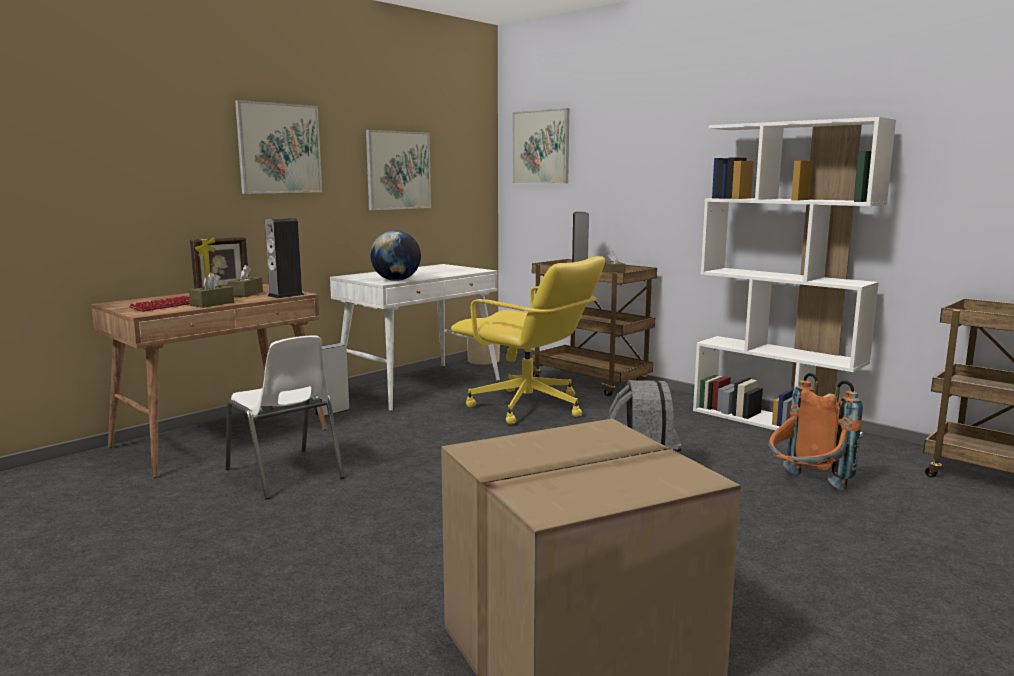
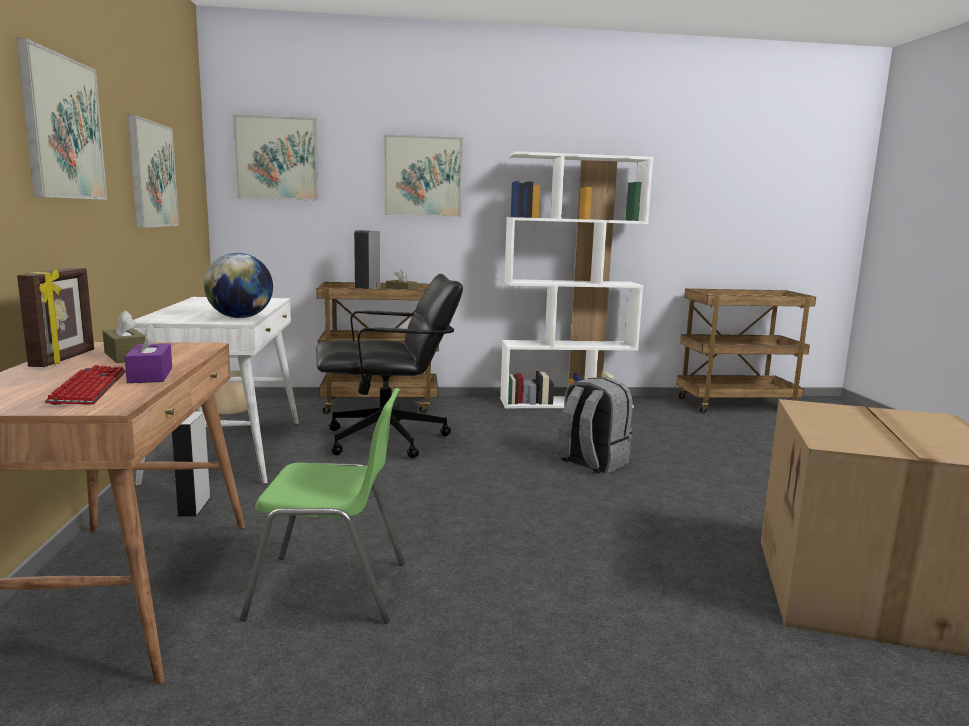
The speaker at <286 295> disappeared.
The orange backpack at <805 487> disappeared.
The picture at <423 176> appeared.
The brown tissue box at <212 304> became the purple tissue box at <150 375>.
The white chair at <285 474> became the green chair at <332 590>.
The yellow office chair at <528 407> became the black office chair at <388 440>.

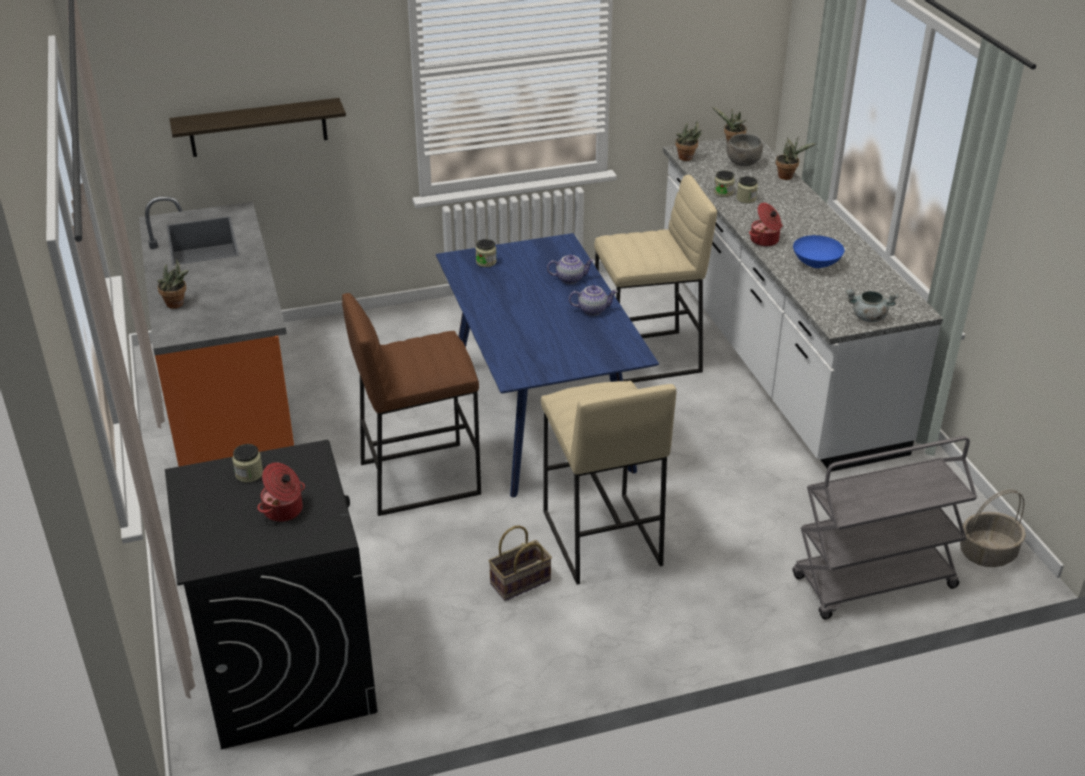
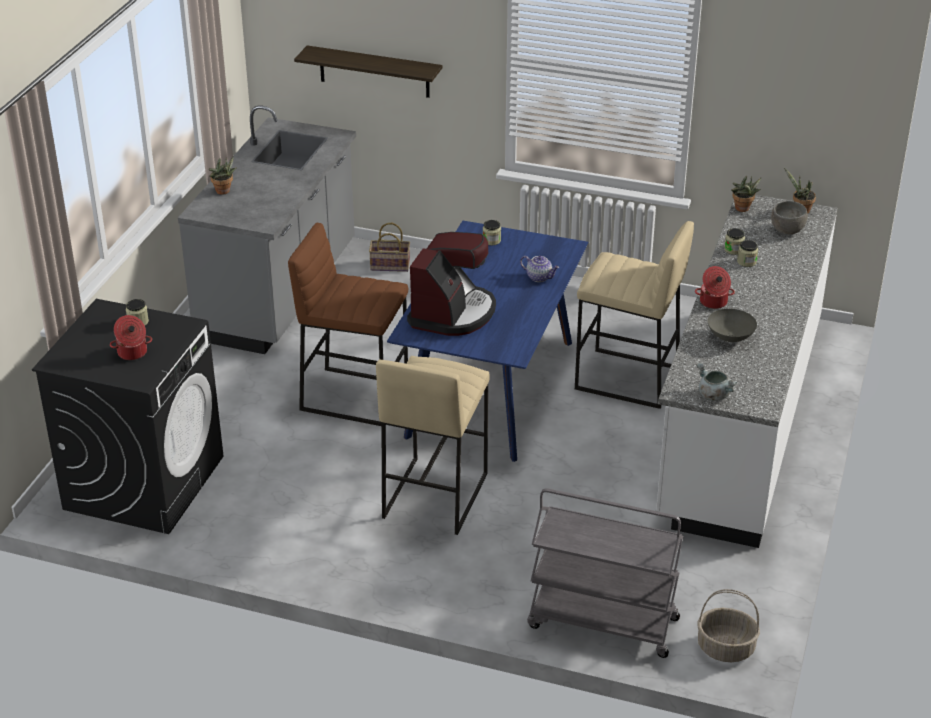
The teapot at <593 310> disappeared.
The potted plant at <787 176> disappeared.
The coffee machine at <452 313> appeared.
The basket moved from <519 583> to <389 266>.
The orange counter at <232 408> became the grey counter at <280 293>.
The blue bowl at <816 264> became the grey bowl at <730 338>.

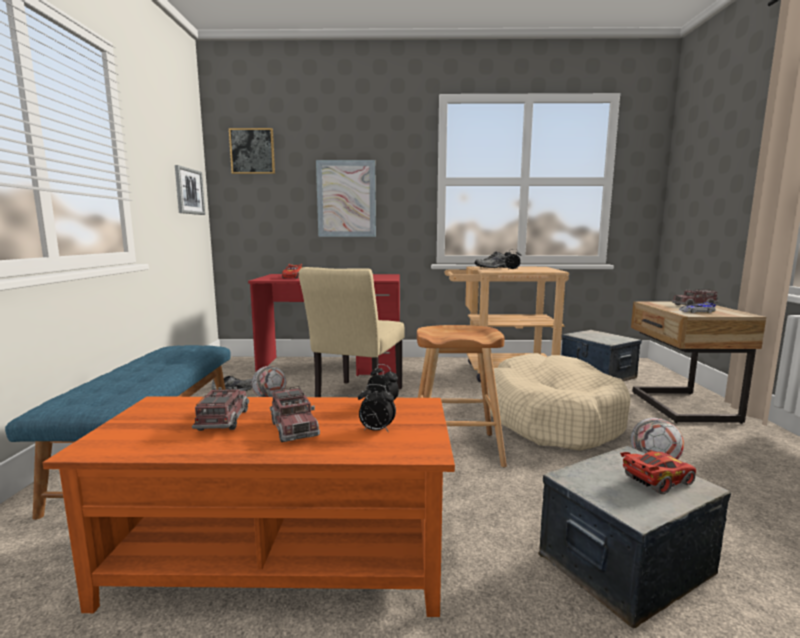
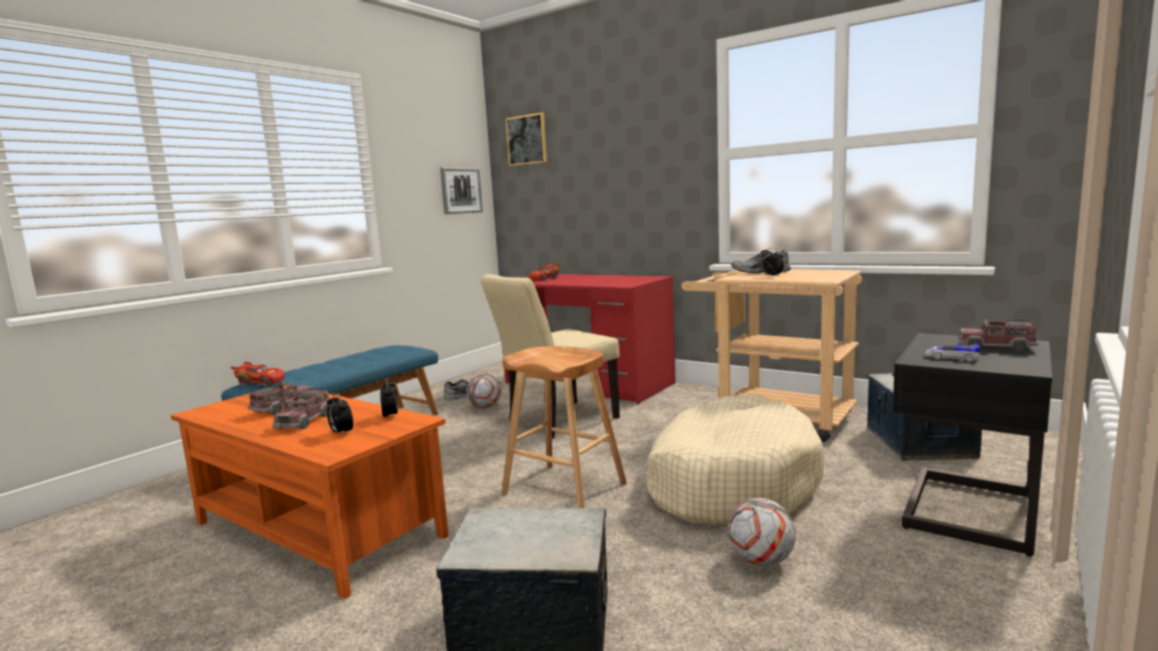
The picture at <346 199> disappeared.
The red toy car moved from <657 481> to <260 383>.
The beige nightstand at <680 407> became the black nightstand at <963 512>.

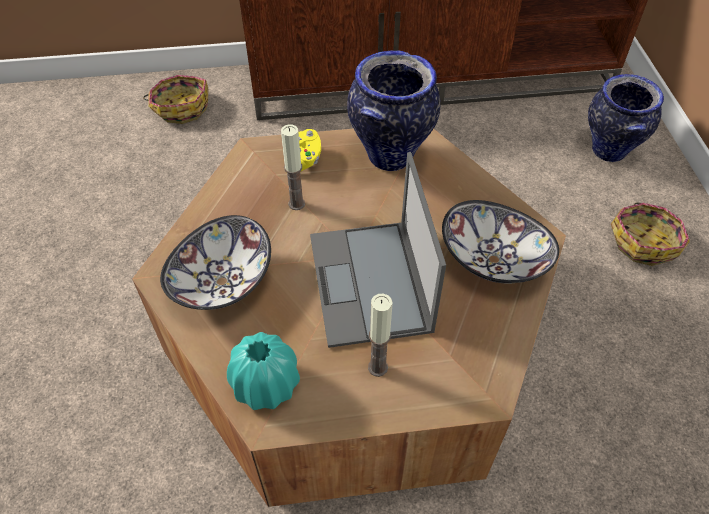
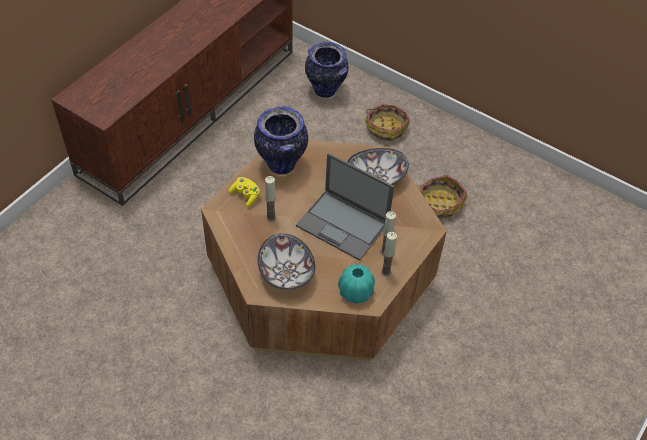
The candle at <386 272> appeared.
The basket moved from <181 107> to <439 203>.

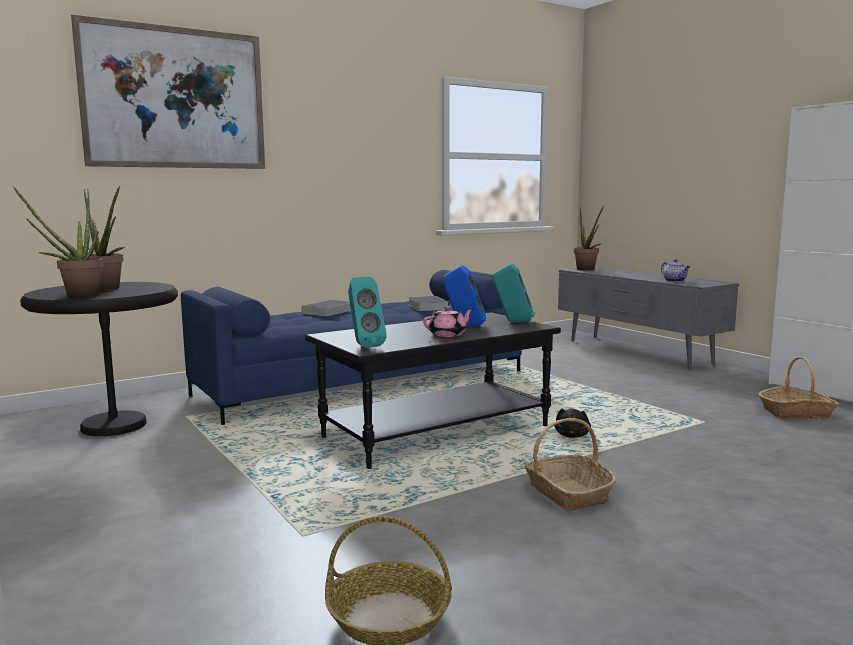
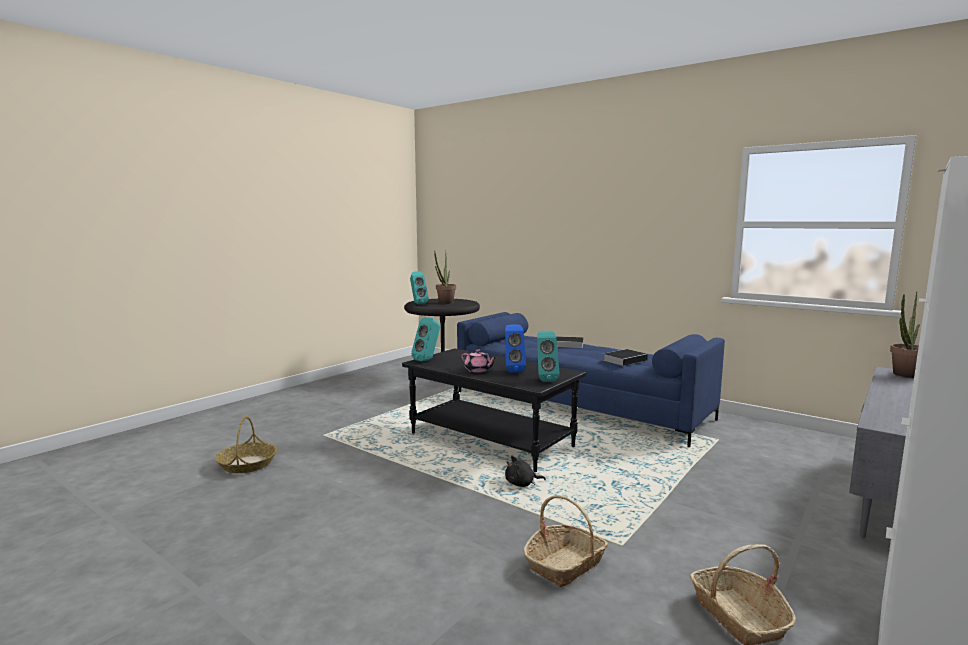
The picture at <175 98> disappeared.
The teapot at <675 281> disappeared.
The basket moved from <567 493> to <565 564>.
The potted plant at <75 296> was replaced by the turquoise speaker at <417 304>.

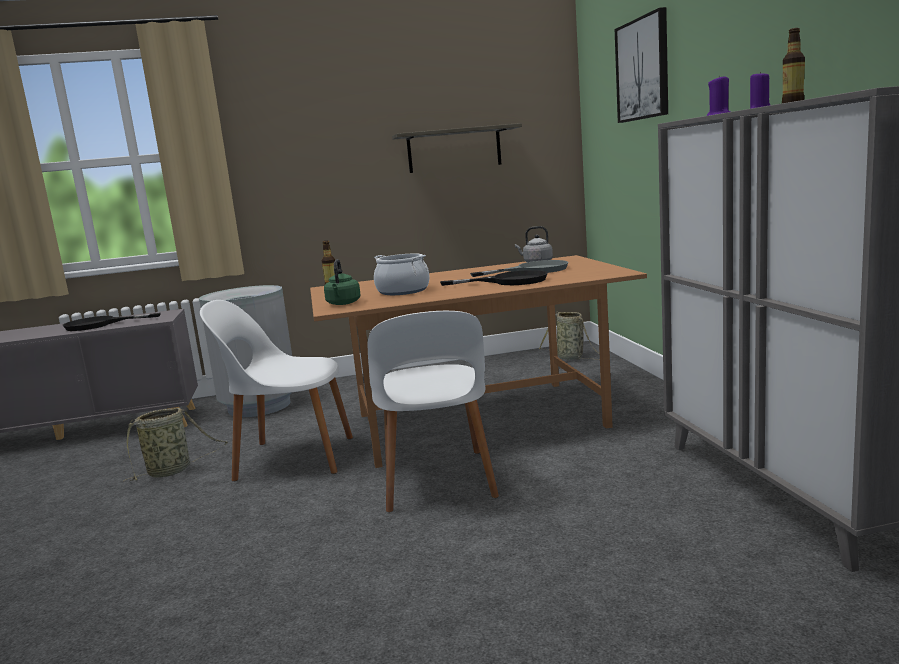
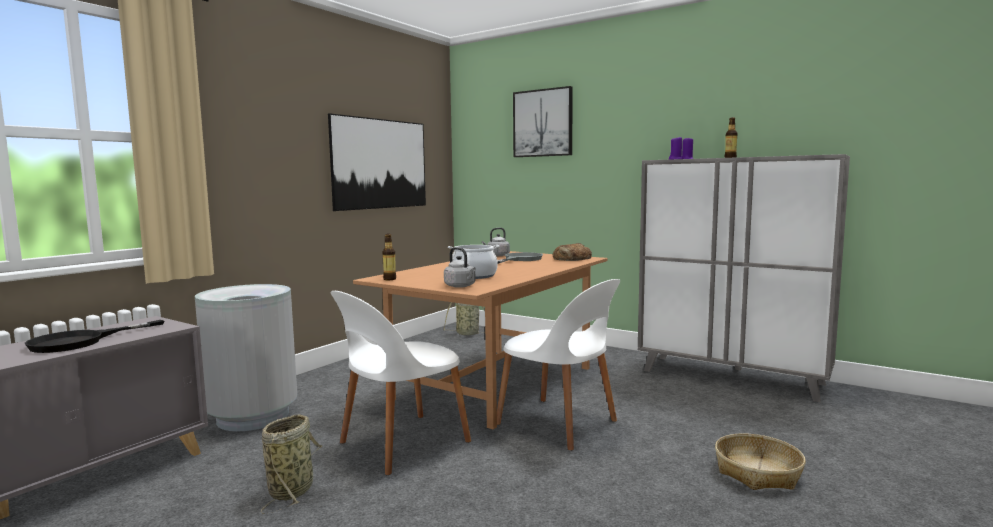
The black frying pan at <509 281> disappeared.
The bread at <571 258> appeared.
The basket at <757 472> appeared.
The shelf at <454 149> was replaced by the picture at <380 164>.
The green kettle at <343 303> became the grey kettle at <461 286>.

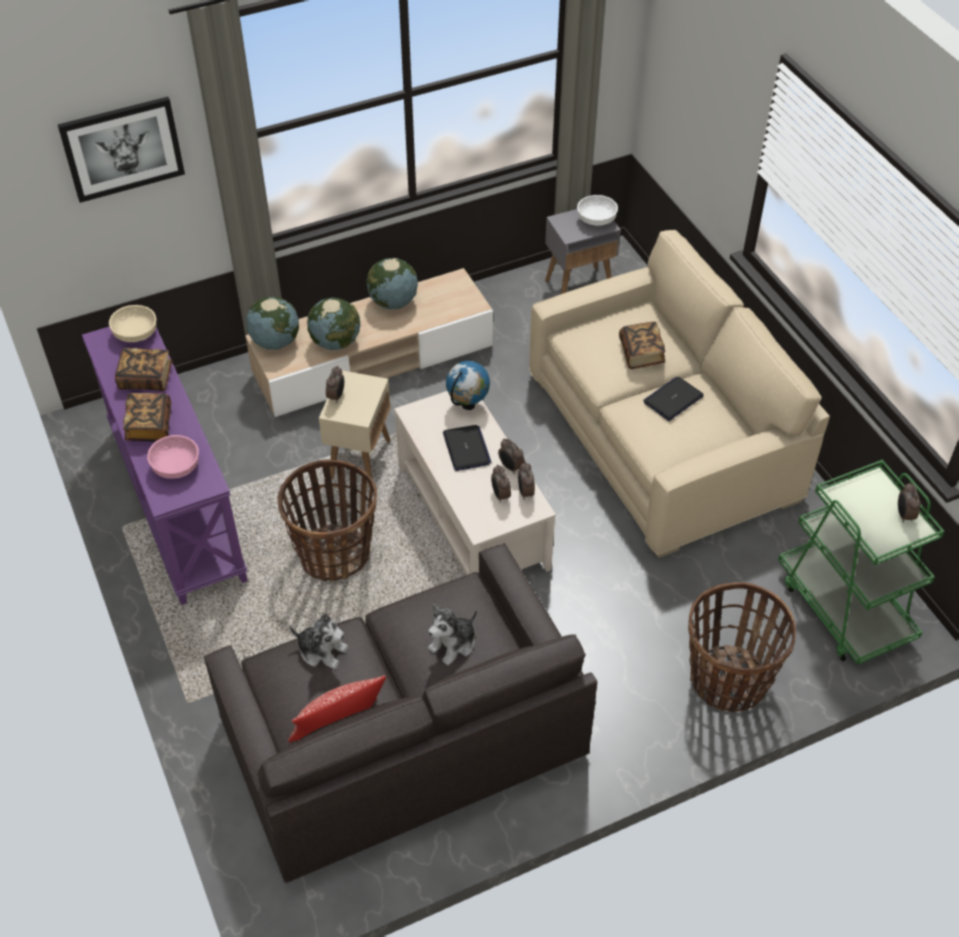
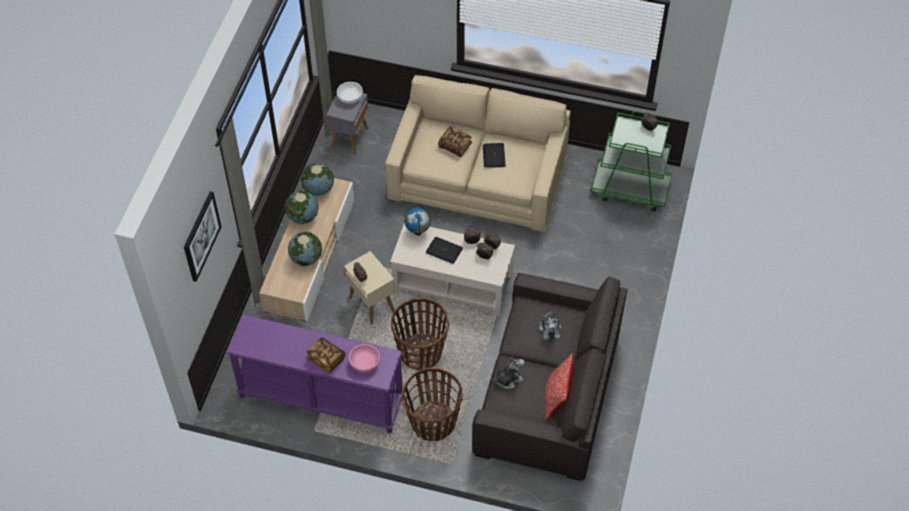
The beige bowl at <135 334> disappeared.
The book at <146 378> disappeared.
The globe moved from <275 342> to <318 189>.
The basket moved from <728 681> to <433 422>.

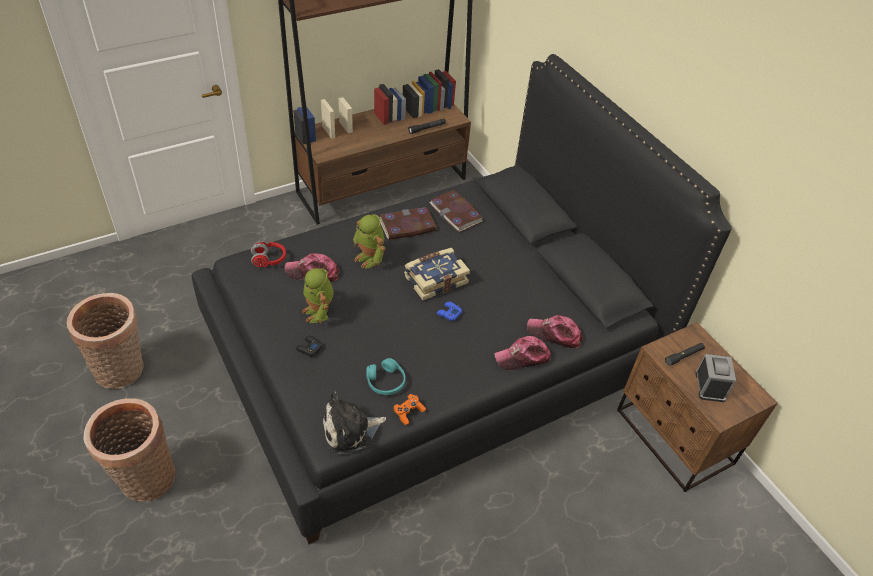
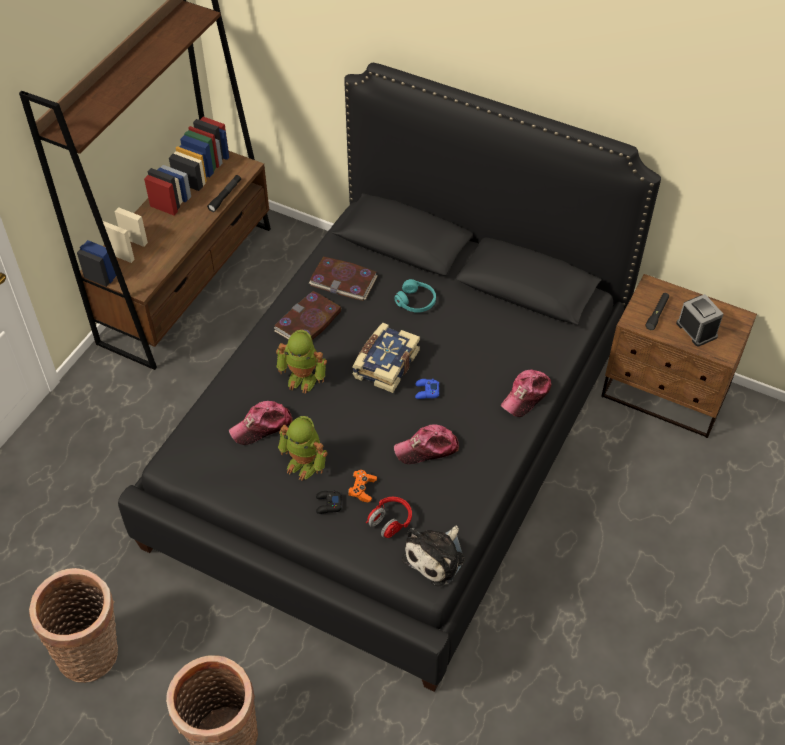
The red headphones moved from <268 260> to <390 522>.
The turquoise headphones moved from <386 381> to <416 301>.
The orange game controller moved from <408 412> to <362 489>.
The cap moved from <554 334> to <427 449>.

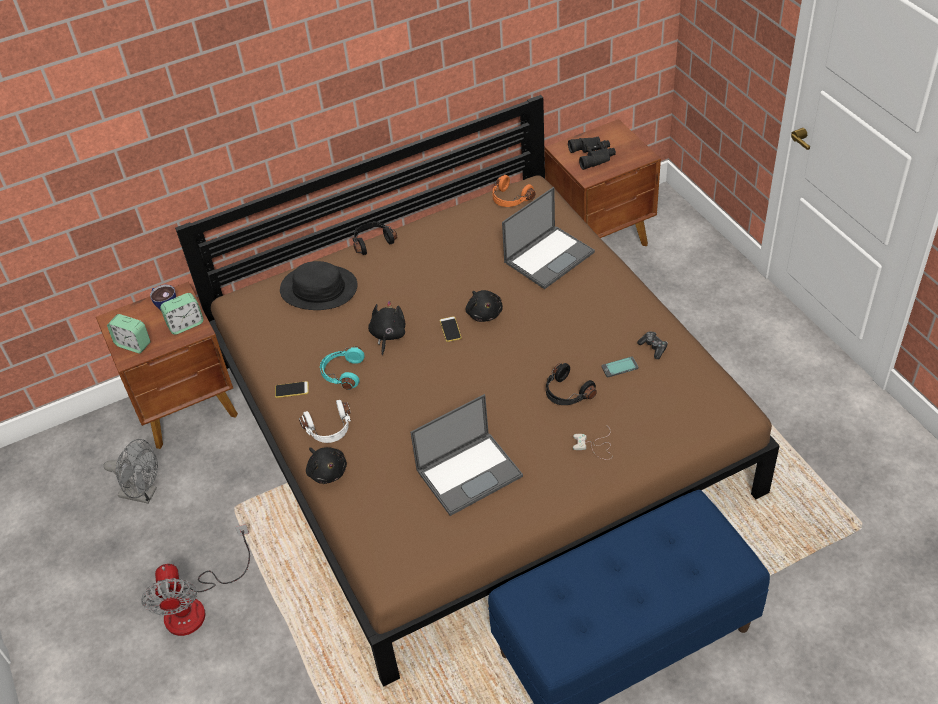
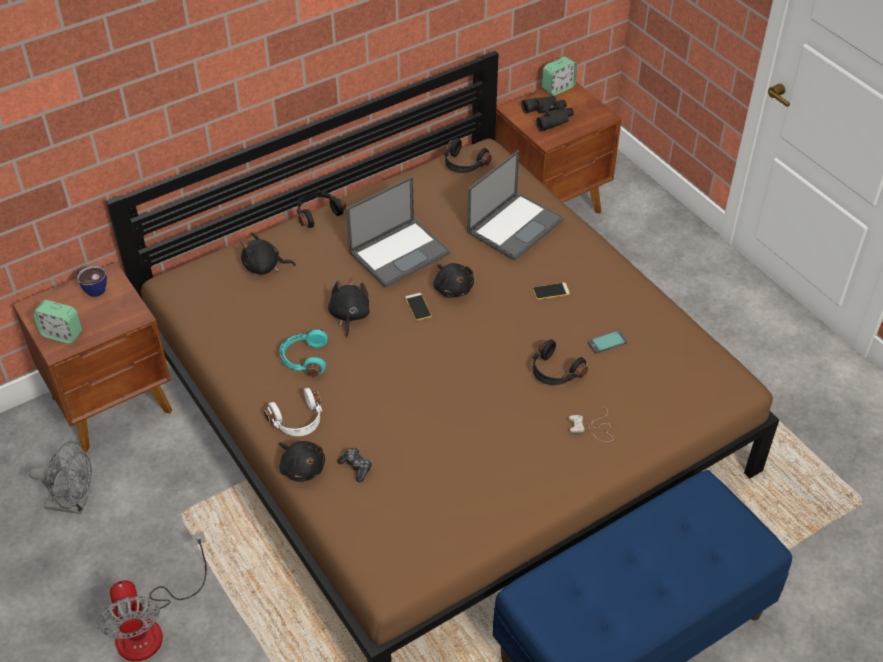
The alarm clock moved from <185 324> to <558 88>.
The phone moved from <291 390> to <551 291>.
The laptop moved from <470 472> to <400 252>.
The game controller moved from <653 347> to <356 467>.
The black hat at <319 289> was replaced by the black plush toy at <264 267>.
The orange headphones at <510 199> became the black headphones at <463 165>.

